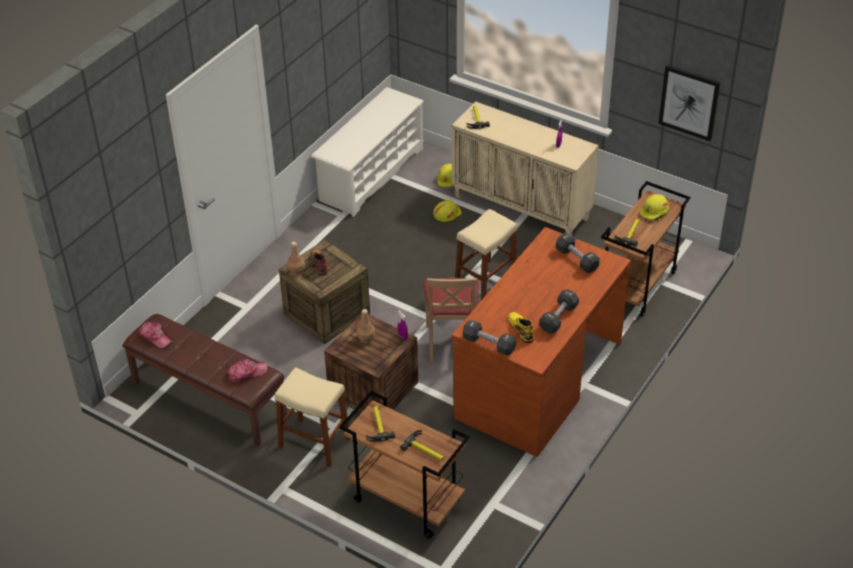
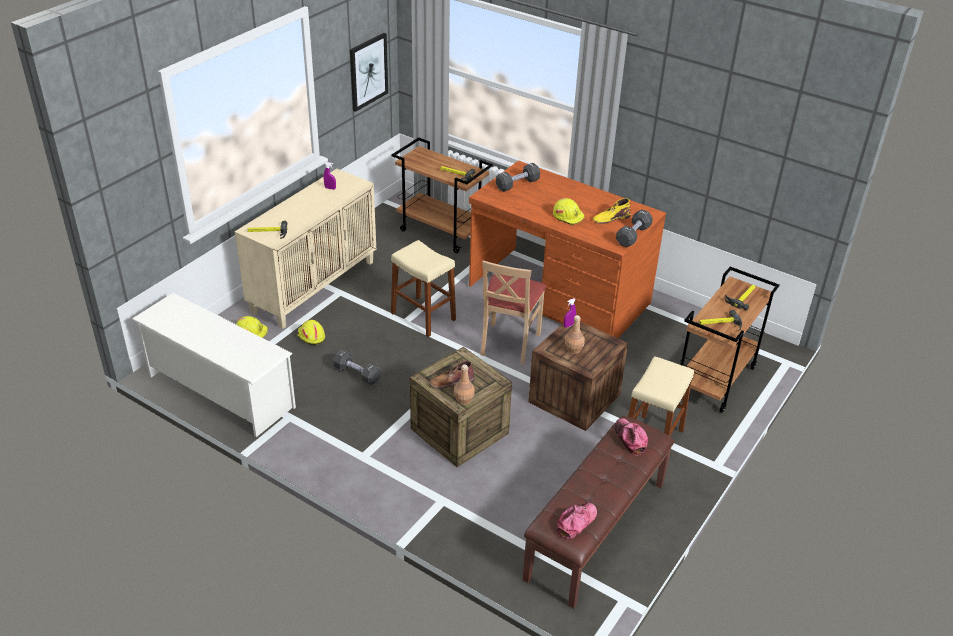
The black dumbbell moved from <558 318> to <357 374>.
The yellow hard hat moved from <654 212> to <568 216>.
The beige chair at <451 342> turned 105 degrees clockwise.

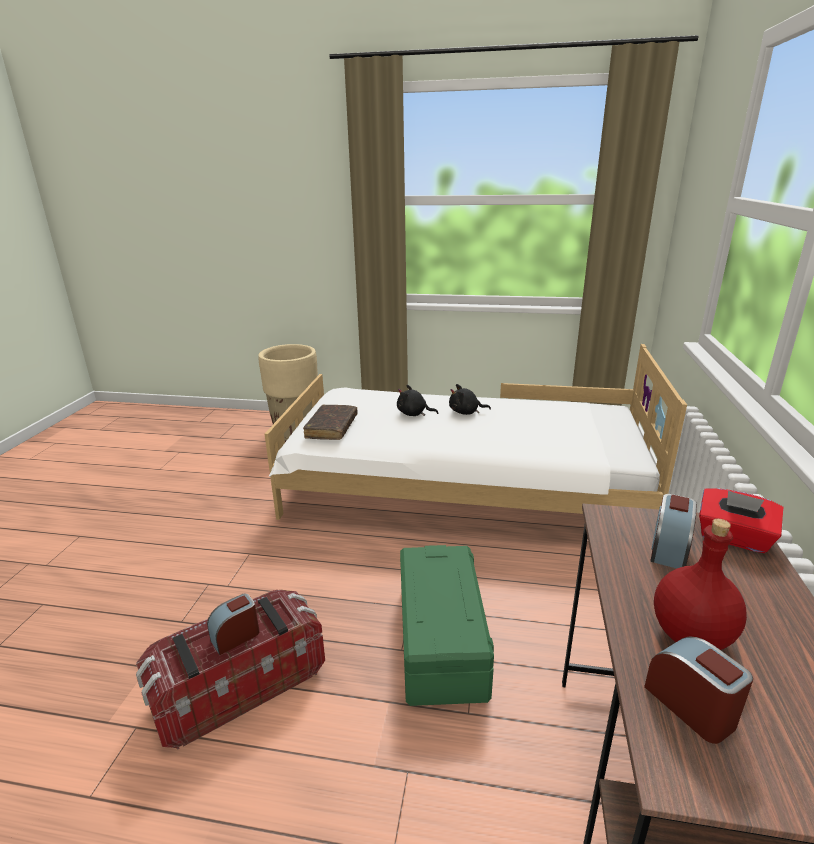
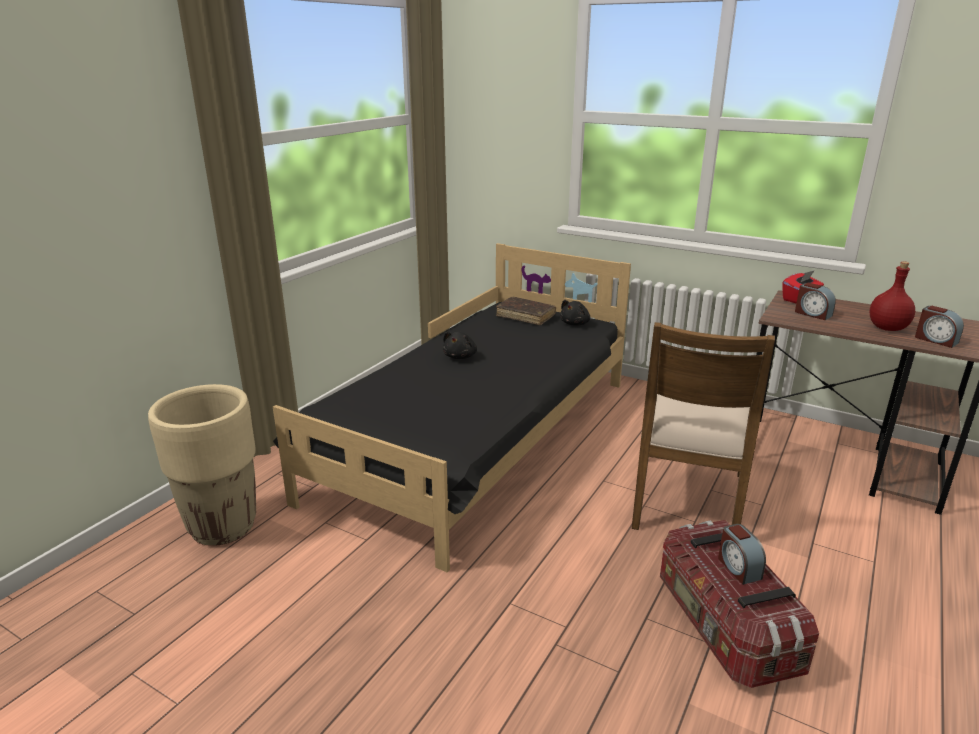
The brown book moved from <331 428> to <525 316>.
The black plush toy moved from <413 414> to <575 324>.
The green storage box at <439 639> was replaced by the brown chair at <687 500>.
The white bed at <460 491> became the black bed at <479 438>.
The alarm clock at <691 705> turned 120 degrees counterclockwise.

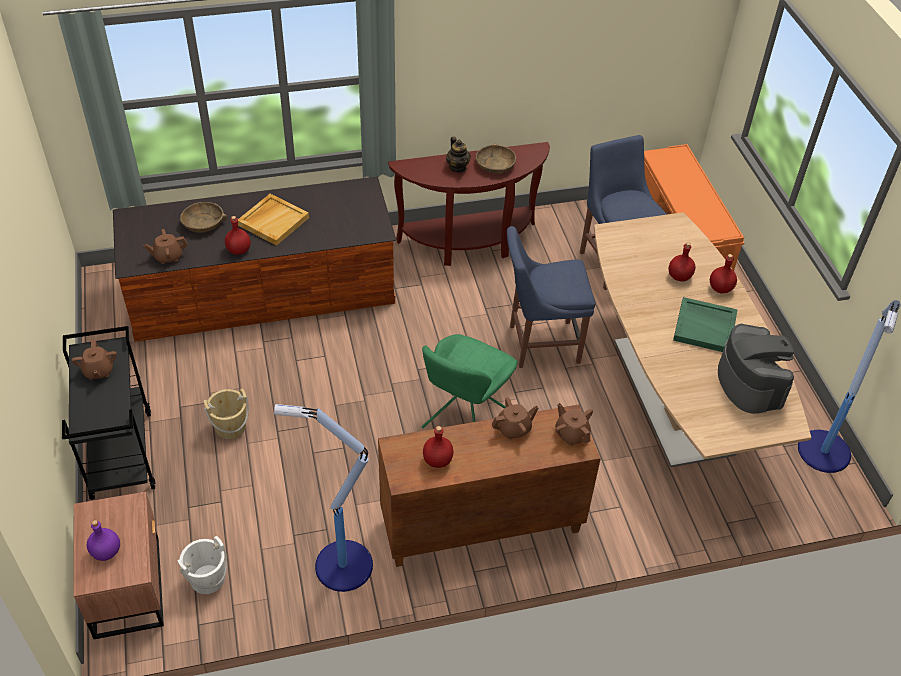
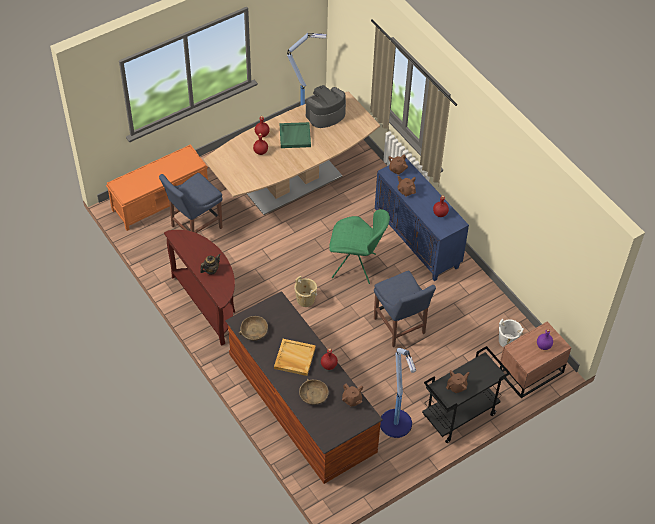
The beige bucket moved from <230 427> to <305 300>.
The floor lamp moved from <341 565> to <396 424>.
The brown bowl moved from <495 164> to <254 331>.
The blue chair moved from <540 344> to <400 328>.
The brown cabinet at <480 526> became the blue cabinet at <418 241>.

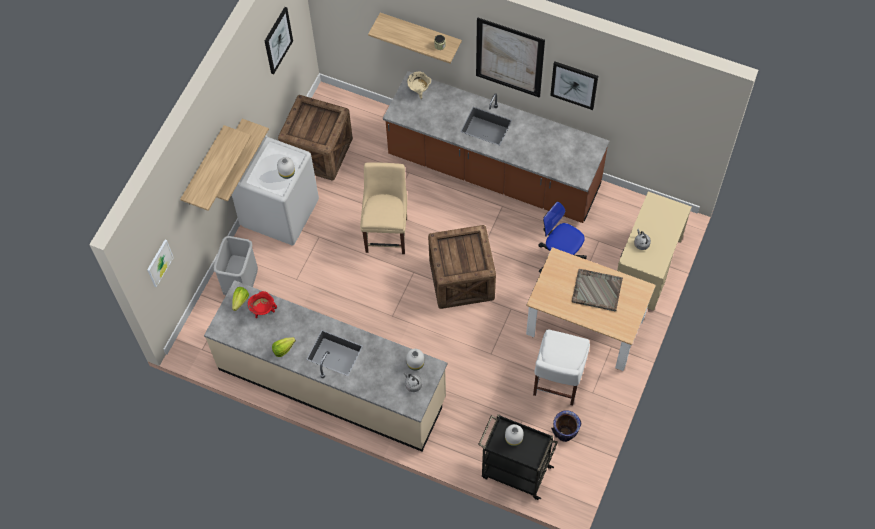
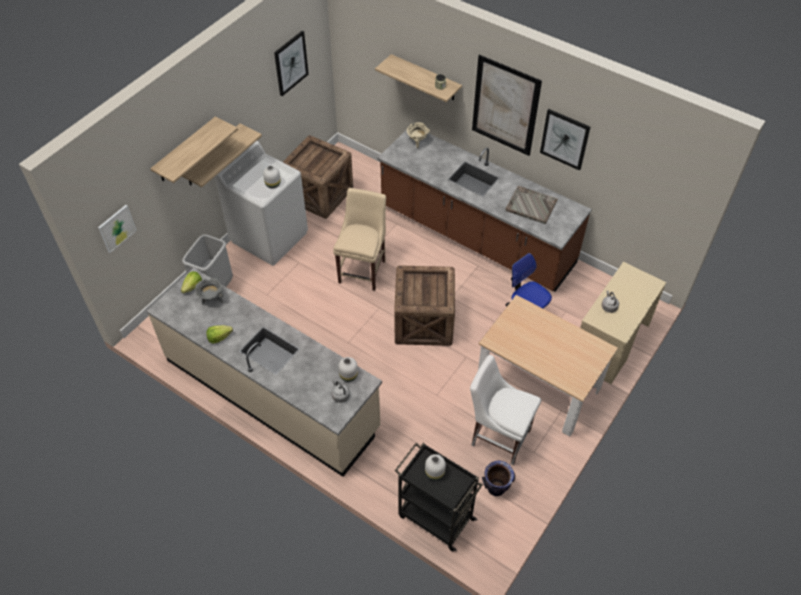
The grey tray moved from <596 290> to <530 205>.
The red cooking pot at <263 310> became the grey cooking pot at <212 299>.
The white chair at <557 383> turned 90 degrees clockwise.

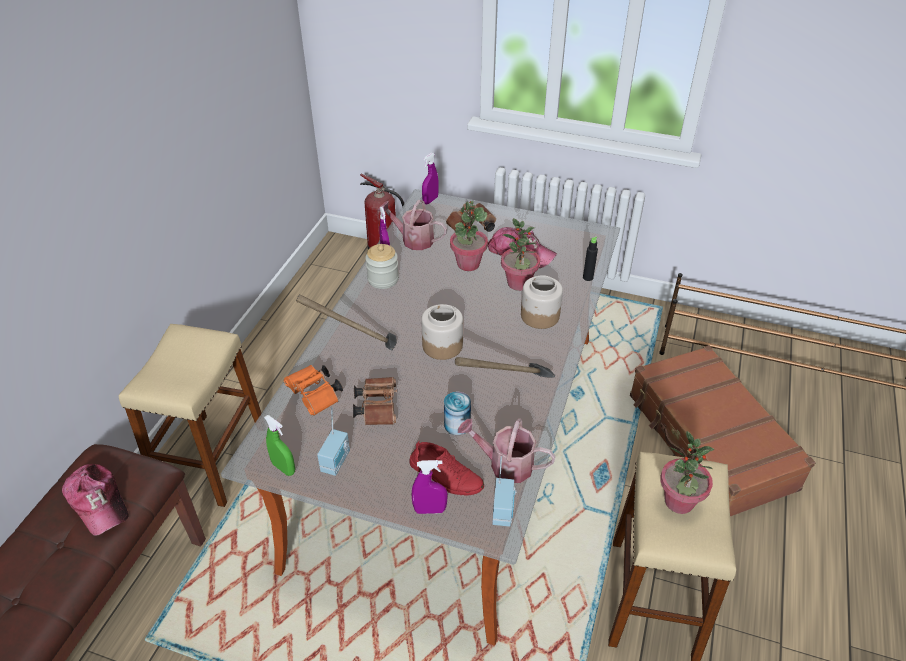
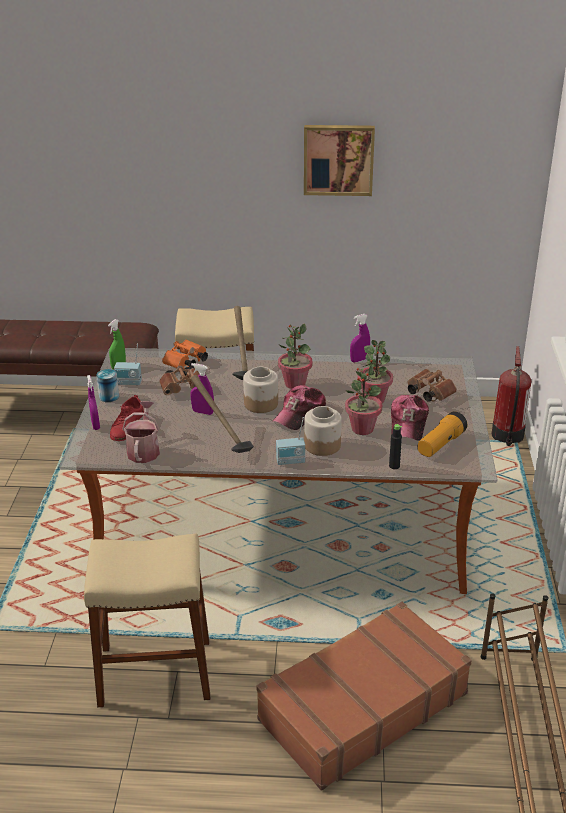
The jar at <383 279> disappeared.
The watering can at <413 239> disappeared.
The picture at <338 159> appeared.
The flashlight at <440 444> appeared.
The cap moved from <98 502> to <300 414>.
The purple spray bottle moved from <430 200> to <203 412>.
The can moved from <457 425> to <109 396>.
The radio moved from <504 511> to <290 461>.
The potted plant moved from <679 502> to <294 384>.

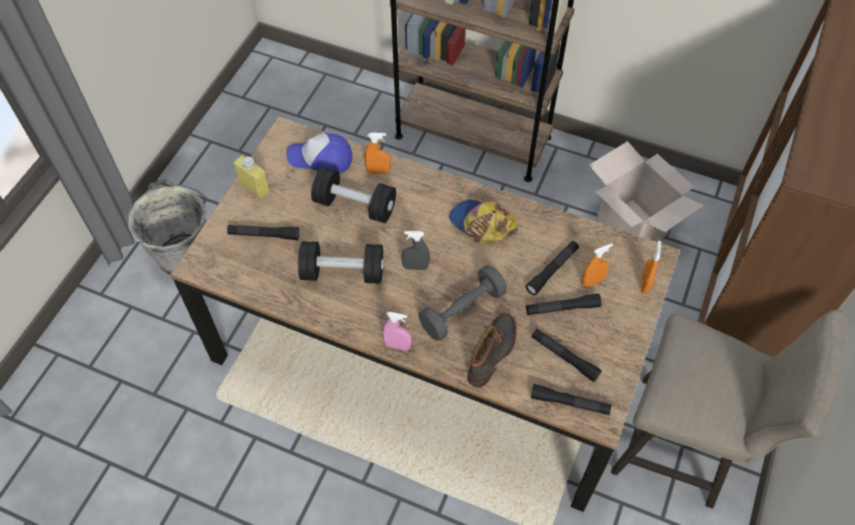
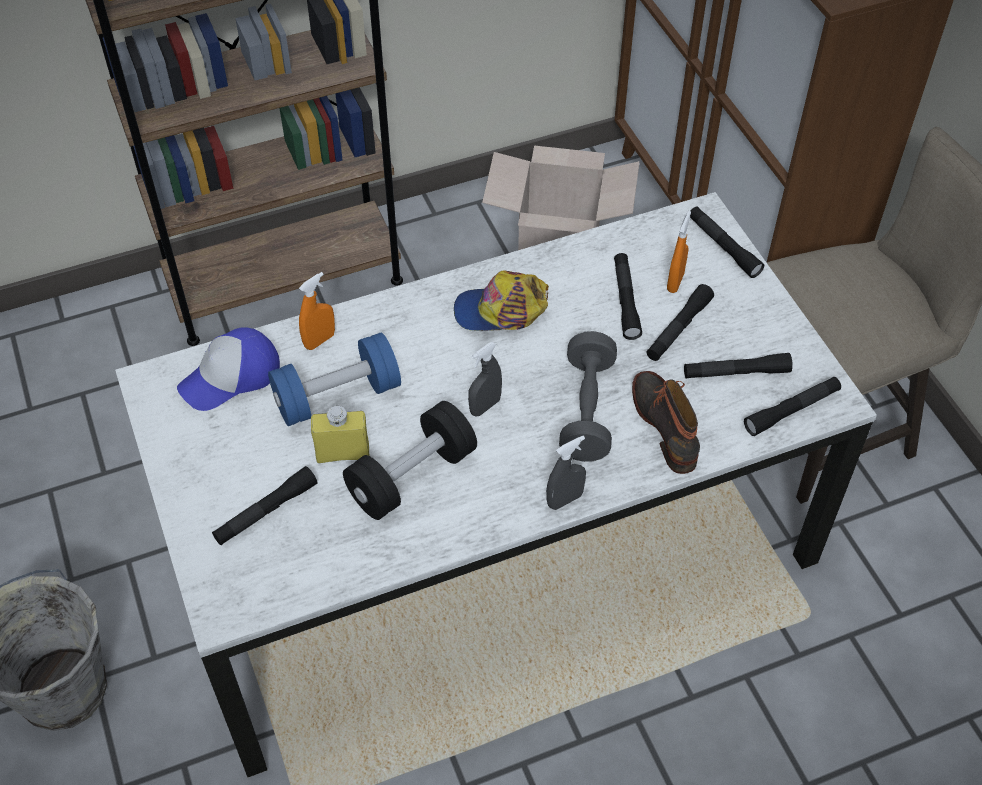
The yellow bottle moved from <254 187> to <343 453>.
The orange spray bottle at <644 284> was replaced by the black flashlight at <723 247>.
The brown dining table at <425 350> became the white dining table at <489 544>.
The black dumbbell at <355 205> became the blue dumbbell at <337 396>.
The pink spray bottle at <397 345> became the grey spray bottle at <564 500>.

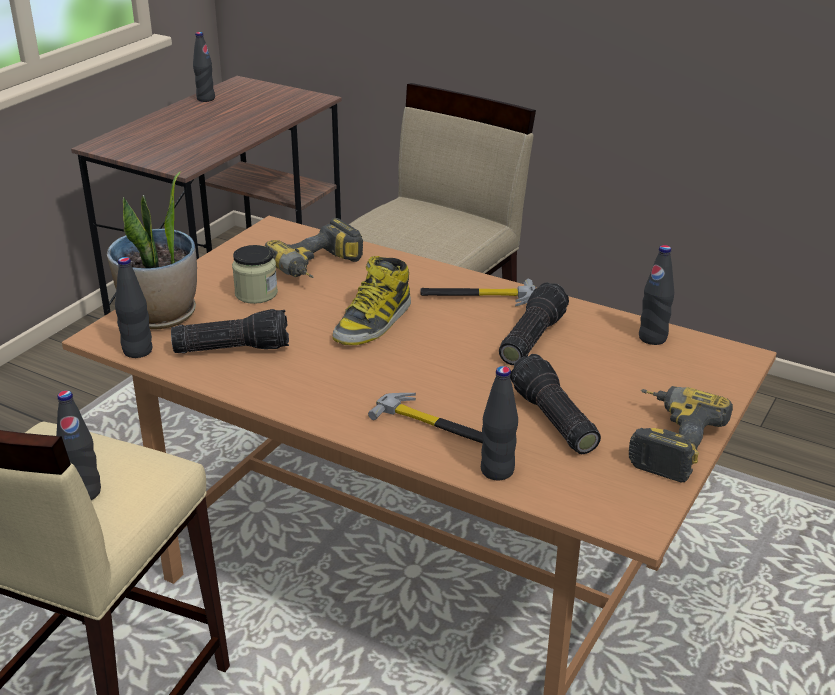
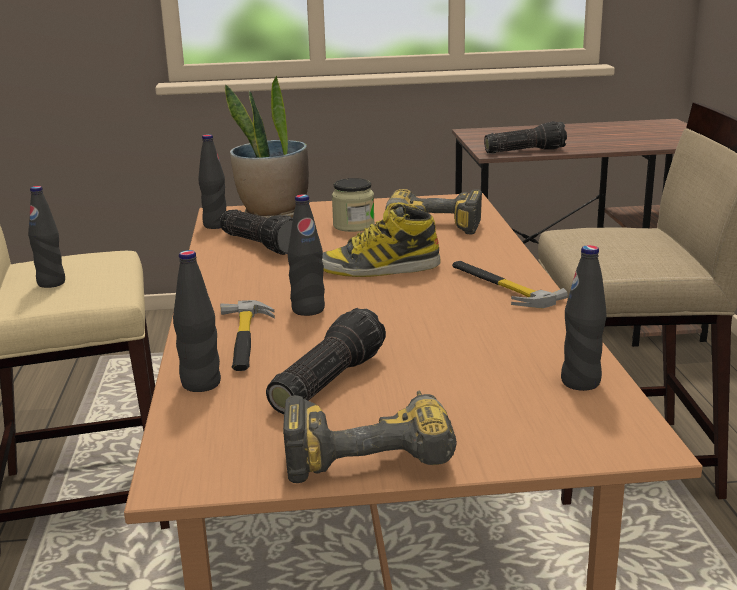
The black bottle moved from <205 99> to <308 310>.
The flashlight moved from <530 338> to <525 150>.

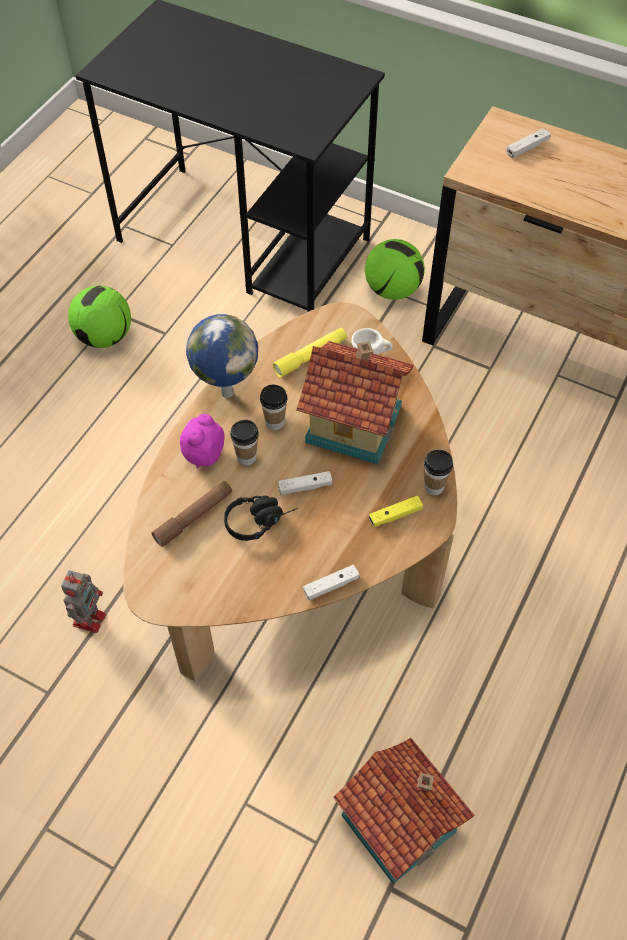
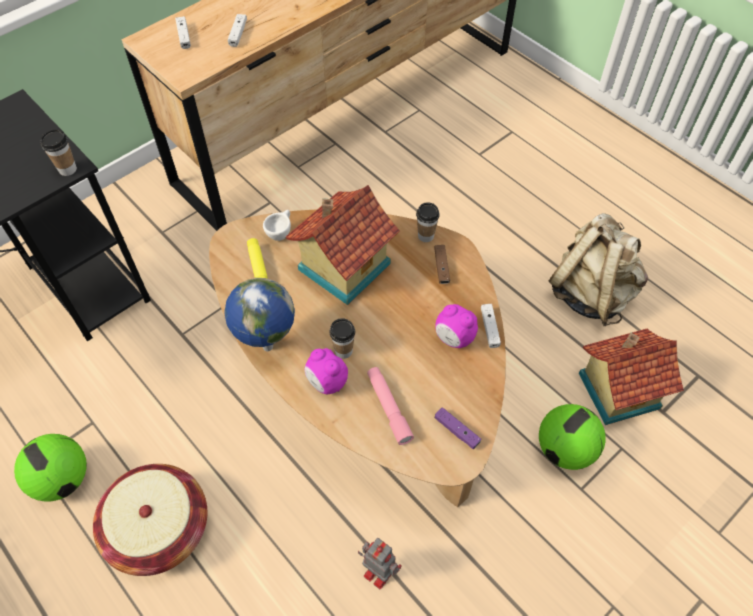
The black headphones at <260 520> disappeared.
The basket at <159 528> appeared.
The purple game controller at <456 431> appeared.
The alarm clock at <454 338> appeared.
The beige backpack at <590 293> appeared.
The cup moved from <274 422> to <67 169>.
The white game controller moved from <305 486> to <238 34>.
The football moved from <393 290> to <565 449>.
The brown flashlight at <194 517> became the pink flashlight at <389 408>.
The yellow game controller at <395 515> became the brown game controller at <441 267>.

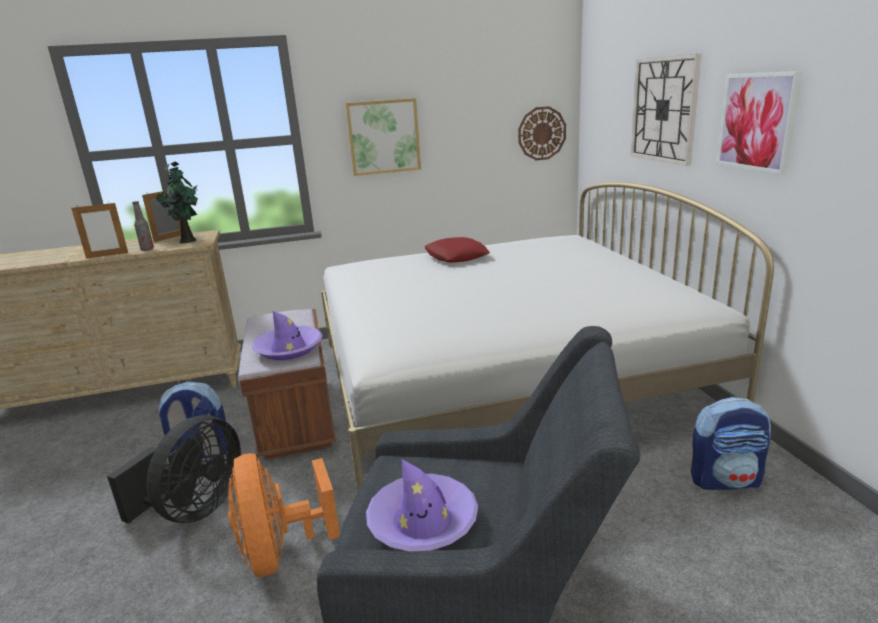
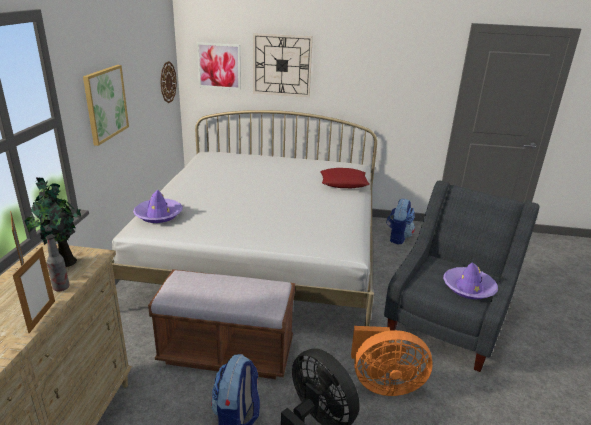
The purple hat moved from <289 349> to <158 215>.
The red pillow moved from <456 256> to <344 183>.
The picture moved from <756 122> to <219 66>.

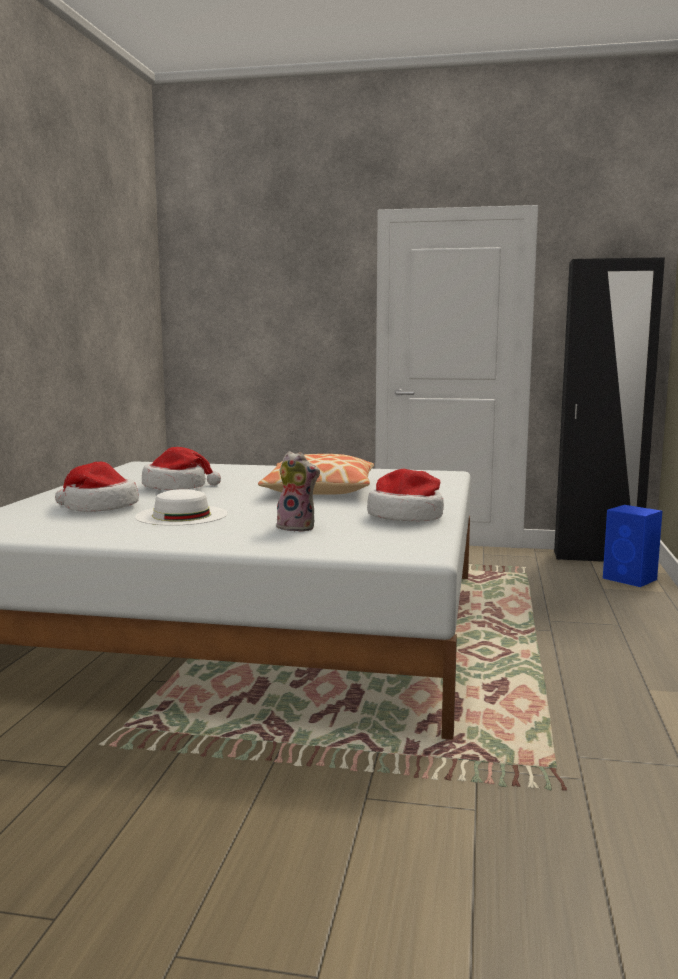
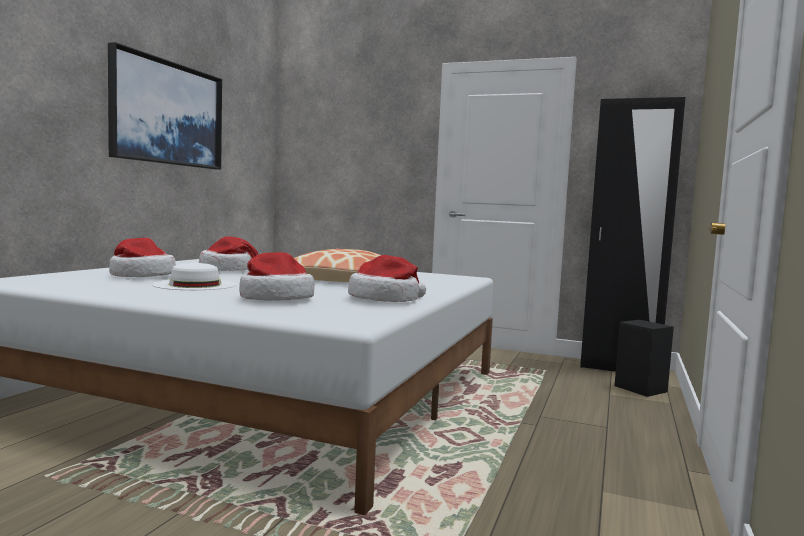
The picture at <167 113> appeared.
The plush toy at <298 527> was replaced by the hat at <275 298>.
The blue speaker at <631 579> became the black speaker at <641 389>.

